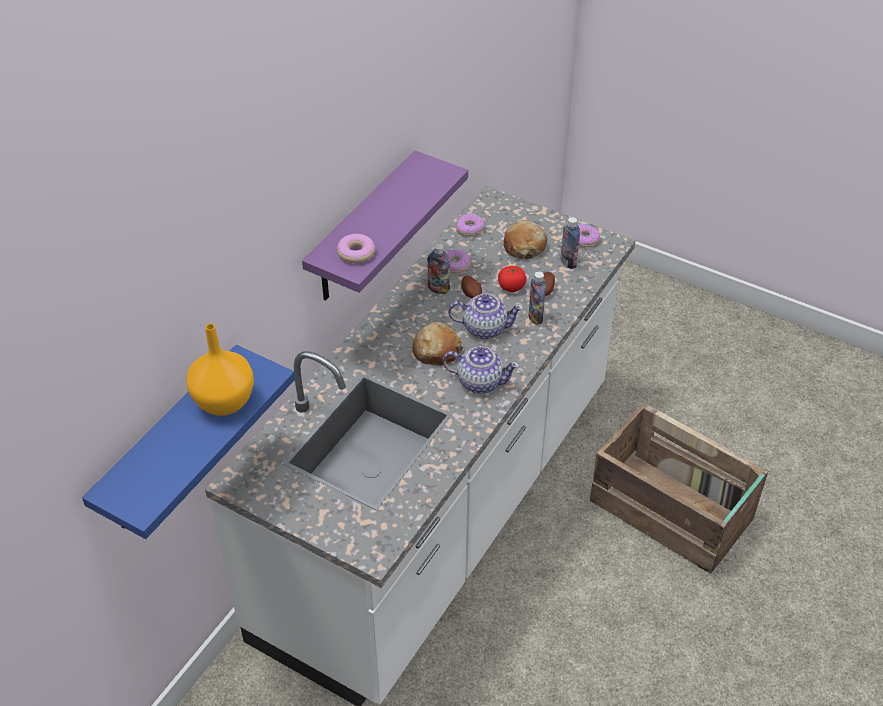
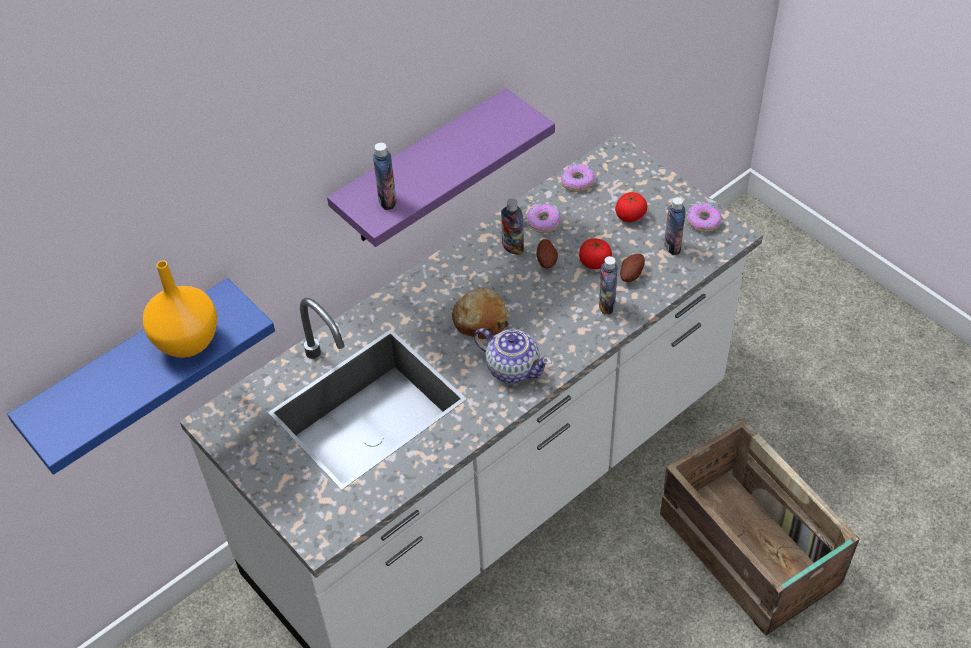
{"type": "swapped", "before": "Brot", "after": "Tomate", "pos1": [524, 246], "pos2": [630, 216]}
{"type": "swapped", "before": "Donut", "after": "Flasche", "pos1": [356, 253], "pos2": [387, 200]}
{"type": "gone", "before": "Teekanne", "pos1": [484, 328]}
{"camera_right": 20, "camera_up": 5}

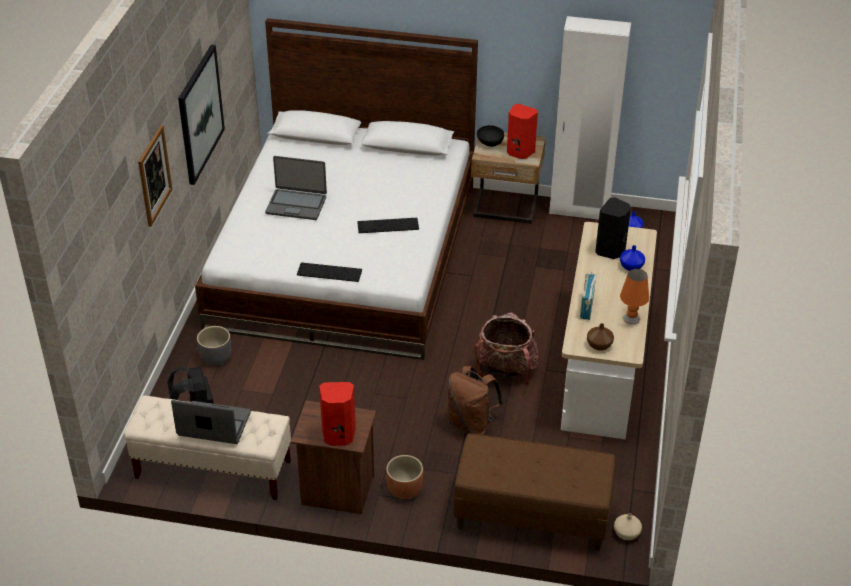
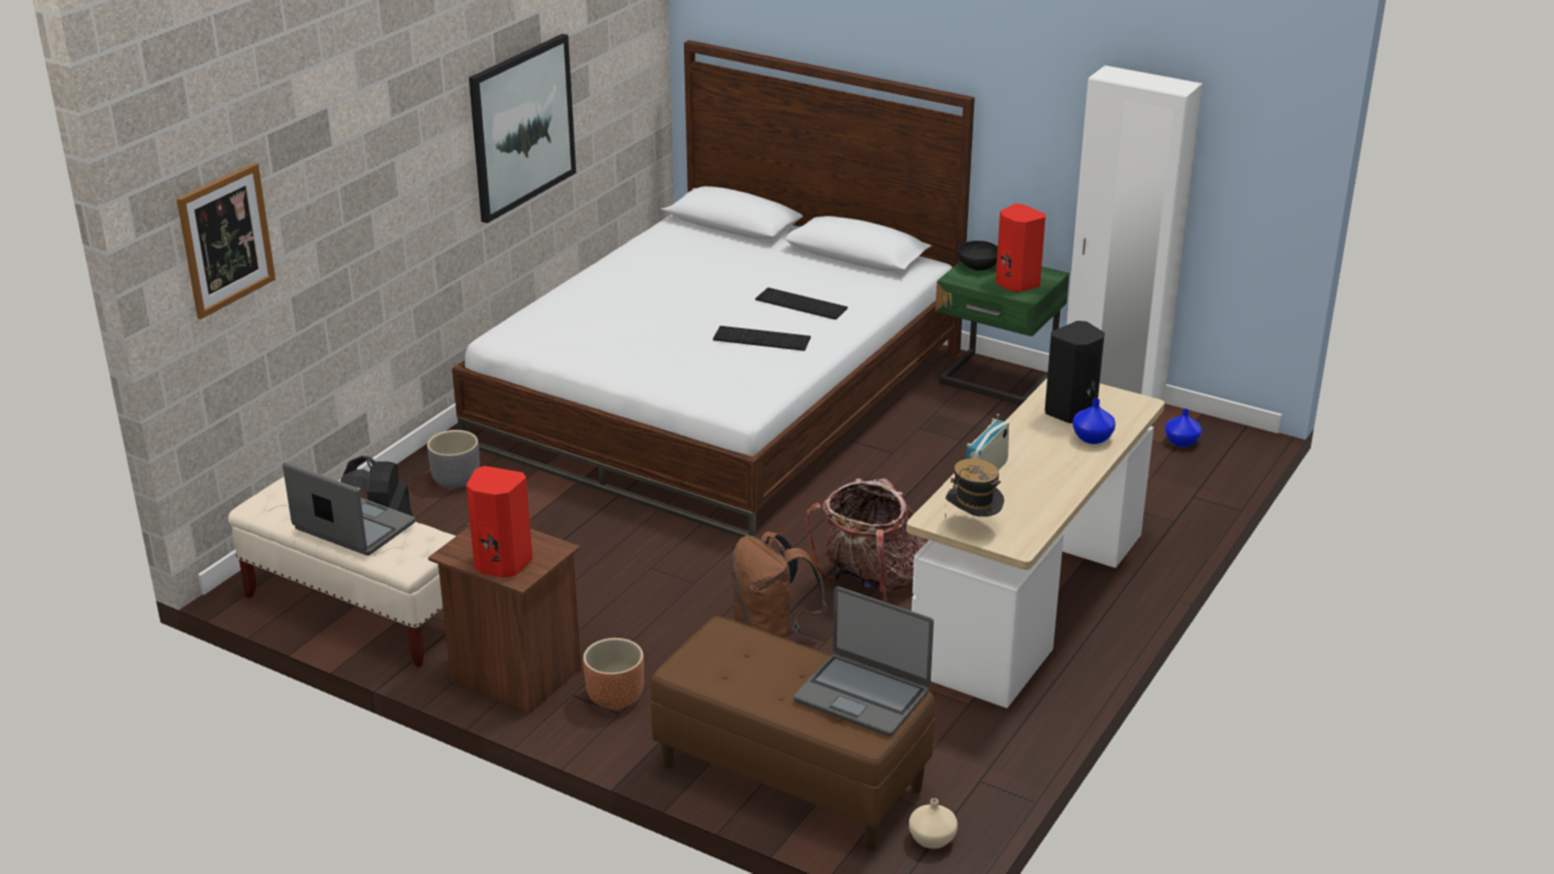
{"type": "shifted", "before": "Bild", "pos1": [154, 175], "pos2": [226, 240]}
{"type": "repainted", "before": "Nachttisch (beige)", "after": "Nachttisch (grün)", "pos1": [505, 208], "pos2": [996, 382]}
{"type": "shifted", "before": "Laptop", "pos1": [296, 205], "pos2": [862, 695]}
{"type": "shifted", "before": "Tastatur", "pos1": [330, 272], "pos2": [803, 303]}
{"type": "gone", "before": "Tischlampe (orange)", "pos1": [631, 318]}
{"type": "swapped", "before": "Vase (braun)", "after": "Hut", "pos1": [599, 345], "pos2": [972, 525]}
{"camera_right": 20, "camera_up": -10}

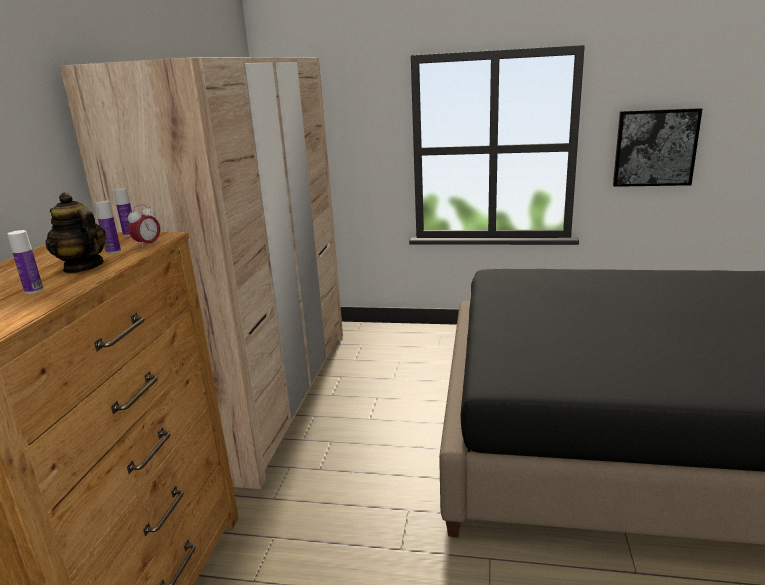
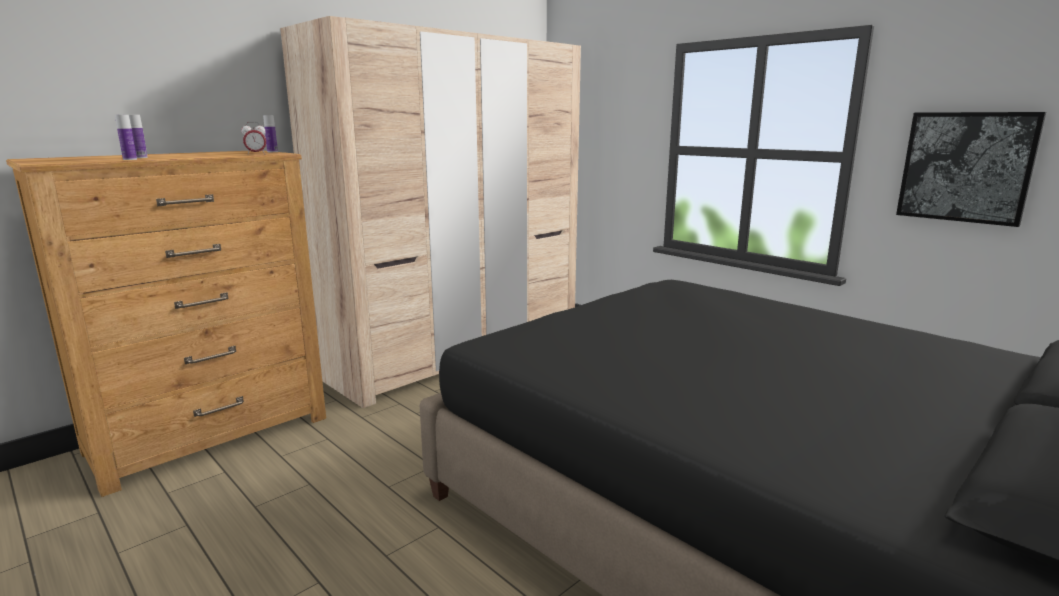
{"type": "gone", "before": "Teekanne", "pos1": [83, 267]}
{"type": "shifted", "before": "Flasche", "pos1": [113, 251], "pos2": [130, 159]}
{"camera_right": 35, "camera_up": -5}

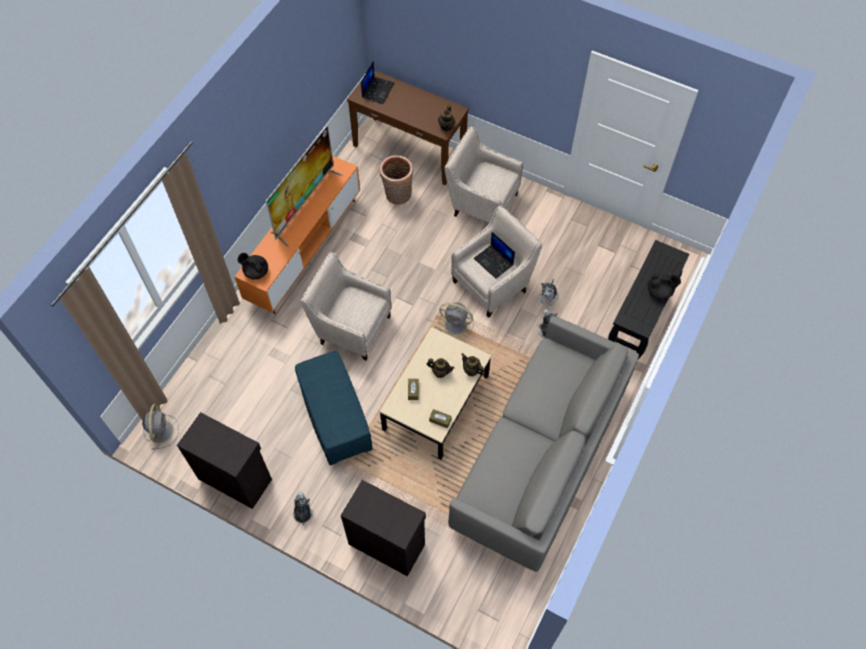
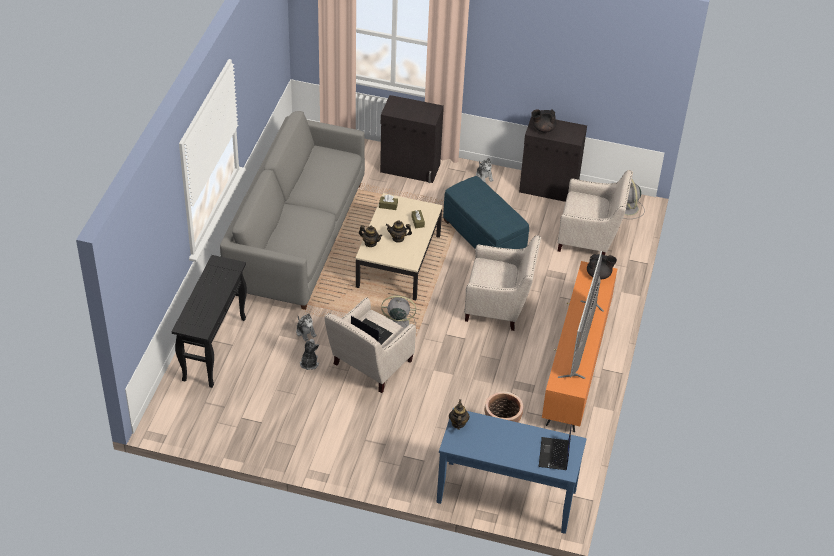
{"type": "repainted", "before": "Konsolentisch (braun)", "after": "Konsolentisch (blau)", "pos1": [409, 150], "pos2": [506, 497]}
{"type": "shifted", "before": "Sessel (beige)", "pos1": [481, 202], "pos2": [590, 239]}
{"type": "shifted", "before": "Teekanne (schwarz)", "pos1": [660, 292], "pos2": [543, 128]}
{"camera_right": 165, "camera_up": -15}

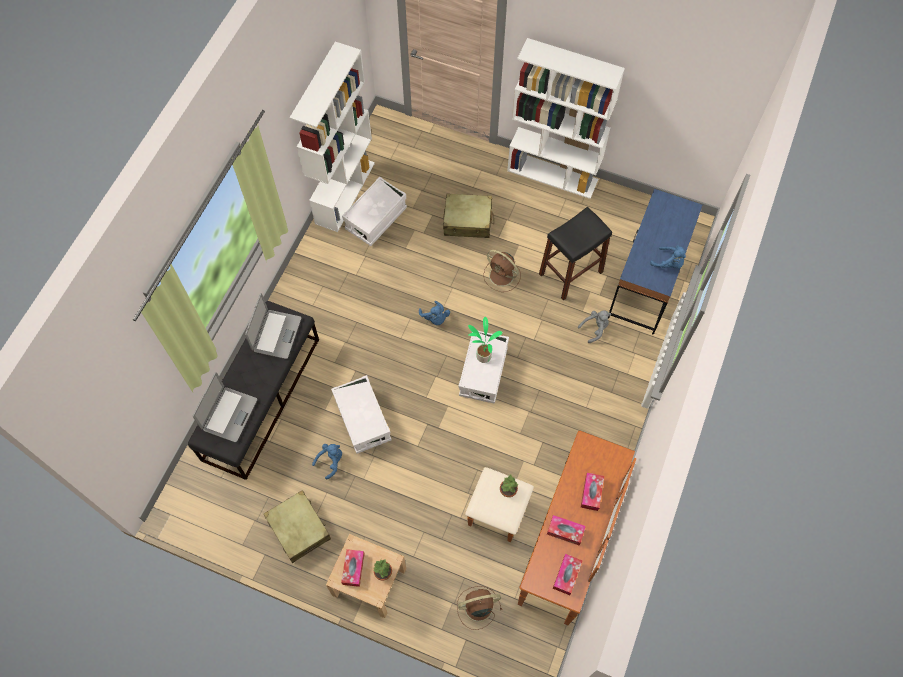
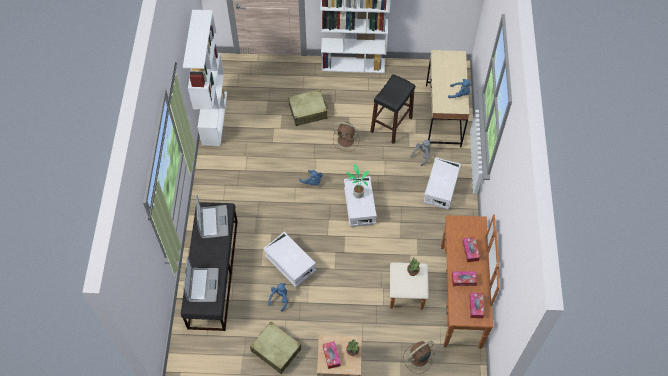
{"type": "shifted", "before": "Aufbewahrungsbox (weiß)", "pos1": [376, 219], "pos2": [440, 188]}
{"type": "repainted", "before": "Schreibtisch (blau)", "after": "Schreibtisch (beige)", "pos1": [646, 282], "pos2": [443, 115]}
{"camera_right": -20, "camera_up": -5}

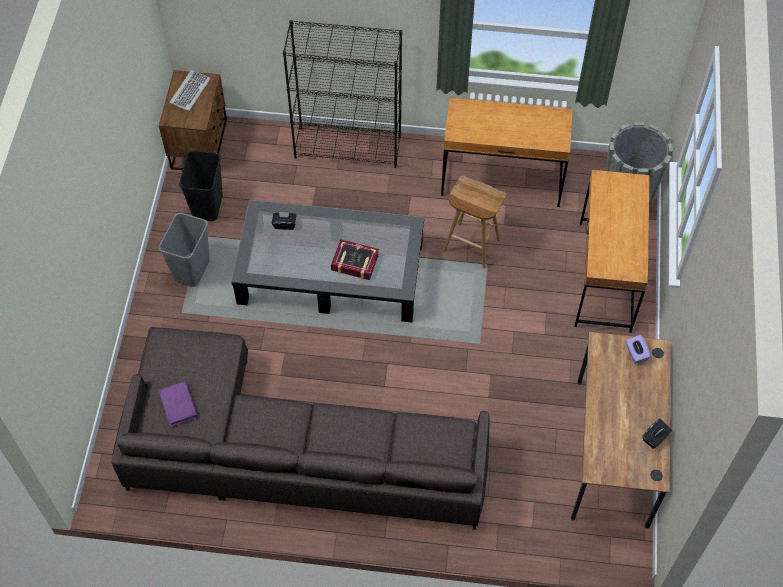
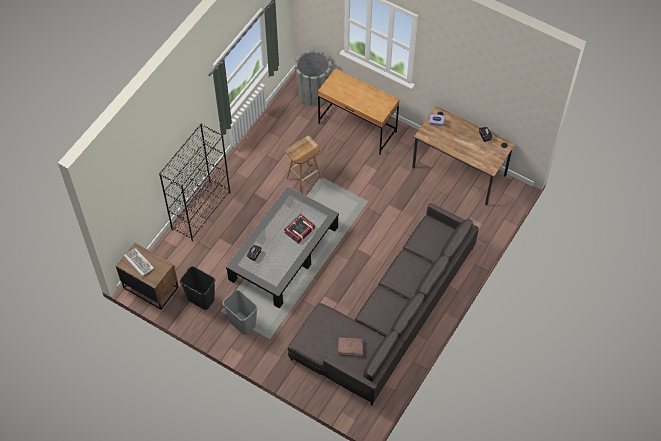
{"type": "gone", "before": "Schreibtisch (braun)", "pos1": [502, 180]}
{"type": "repainted", "before": "Buch (lila)", "after": "Buch (braun)", "pos1": [178, 405], "pos2": [350, 347]}
{"camera_right": -65, "camera_up": 0}

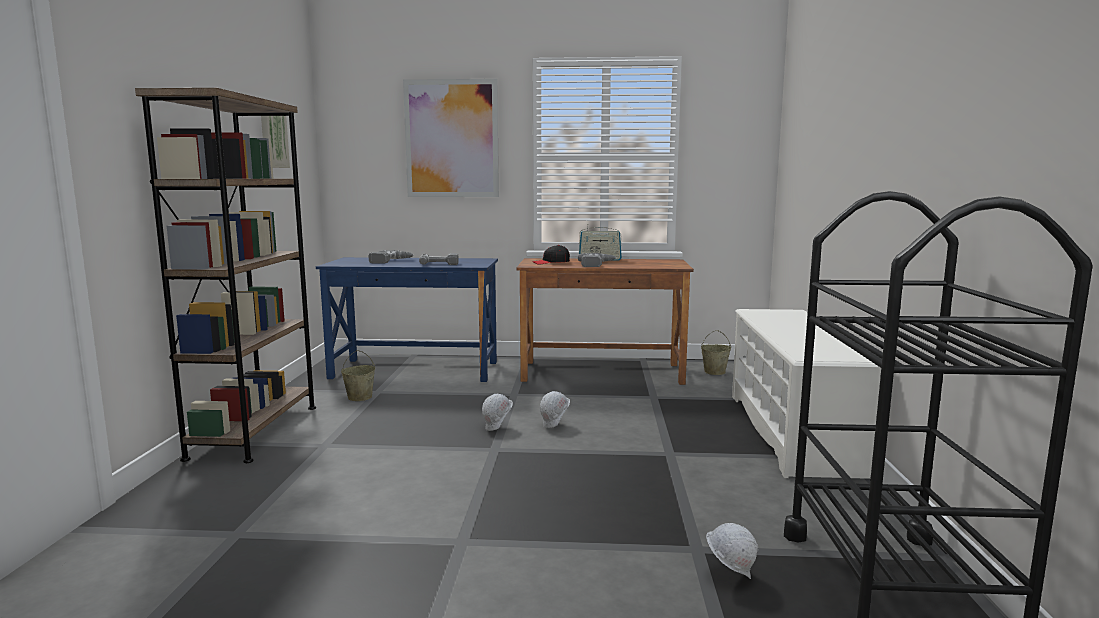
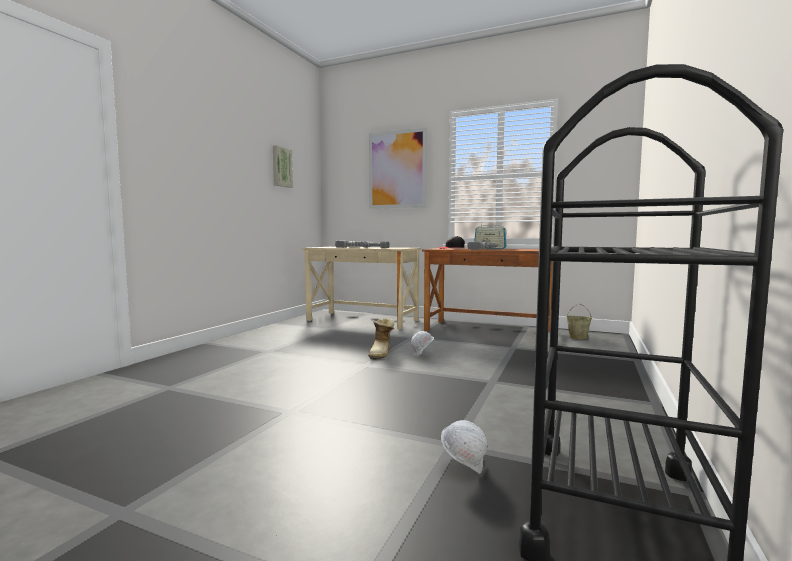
{"type": "gone", "before": "Bücherregal (braun)", "pos1": [255, 431]}
{"type": "repainted", "before": "Schreibtisch (blau)", "after": "Schreibtisch (beige)", "pos1": [415, 370], "pos2": [362, 320]}
{"type": "gone", "before": "Schuhregal (weiß)", "pos1": [791, 432]}
{"type": "gone", "before": "Eimer (beige)", "pos1": [360, 397]}
{"type": "swapped", "before": "Schutzhelm (weiß)", "after": "Stiefel", "pos1": [498, 428], "pos2": [381, 353]}
{"camera_right": 20, "camera_up": -5}

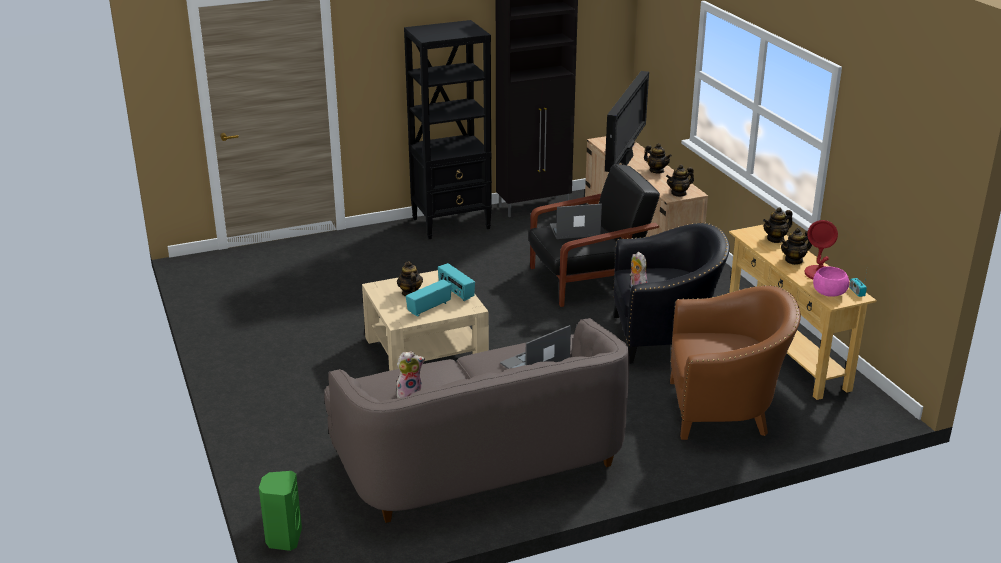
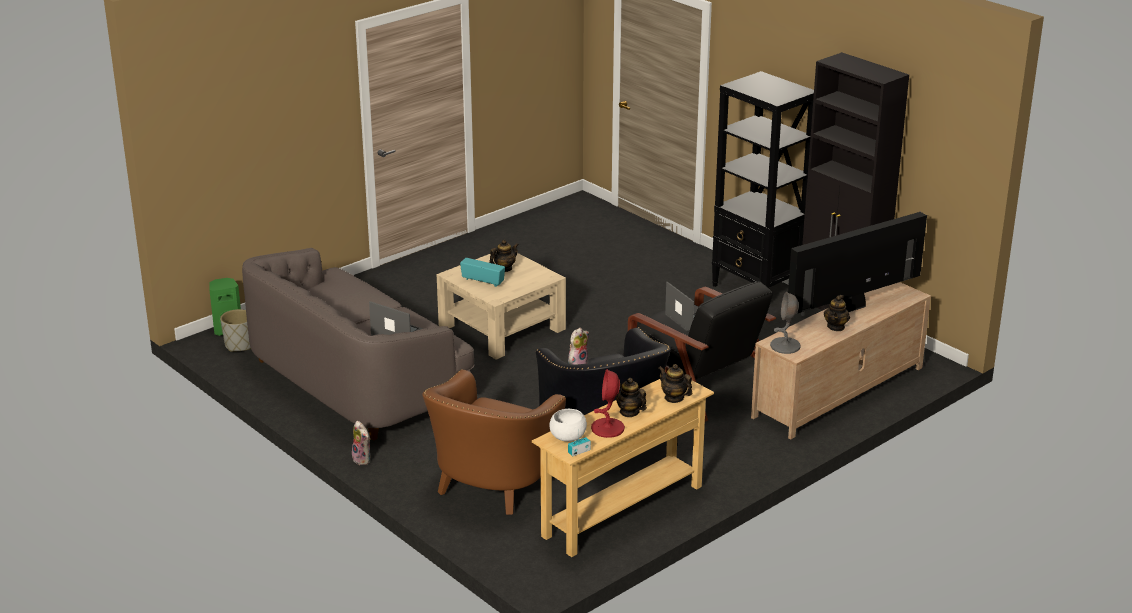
{"type": "rotated", "before": "Fernseher", "pos1": [626, 159], "pos2": [852, 306], "turn": 150}
{"type": "swapped", "before": "Teekanne", "after": "Tischlampe (grau)", "pos1": [679, 193], "pos2": [785, 346]}
{"type": "gone", "before": "Radio", "pos1": [456, 292]}
{"type": "repainted", "before": "Schüssel (rosa)", "after": "Schüssel (weiß)", "pos1": [828, 292], "pos2": [567, 436]}
{"type": "rotated", "before": "Sessel (braun)", "pos1": [724, 410], "pos2": [491, 486], "turn": 45}
{"type": "shifted", "before": "Plüschtier", "pos1": [409, 393], "pos2": [363, 459]}
{"type": "new", "after": "Pflanzkübel (grau)", "pos2": [239, 345]}
{"camera_right": 70, "camera_up": 0}

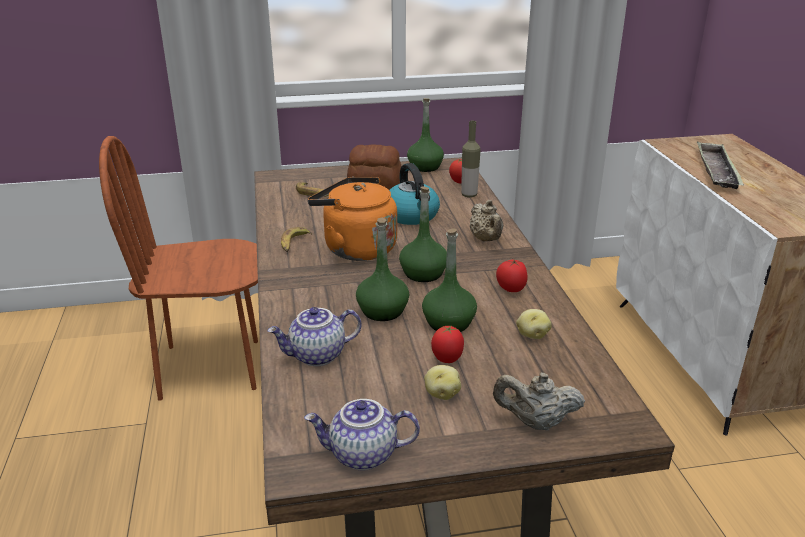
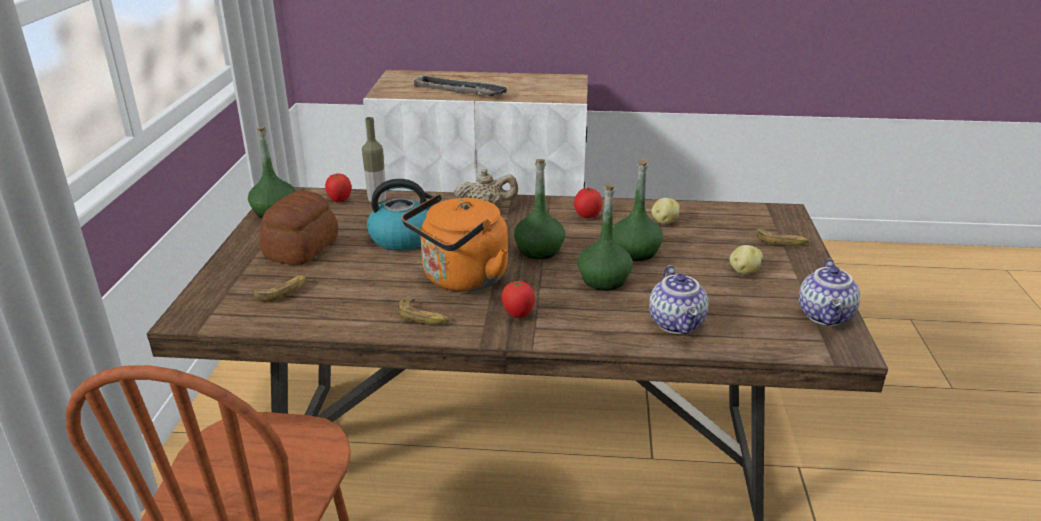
{"type": "shifted", "before": "Tomate", "pos1": [447, 359], "pos2": [518, 315]}
{"type": "swapped", "before": "Teekanne (beige)", "after": "Banane", "pos1": [535, 422], "pos2": [781, 241]}
{"camera_right": -75, "camera_up": 0}

